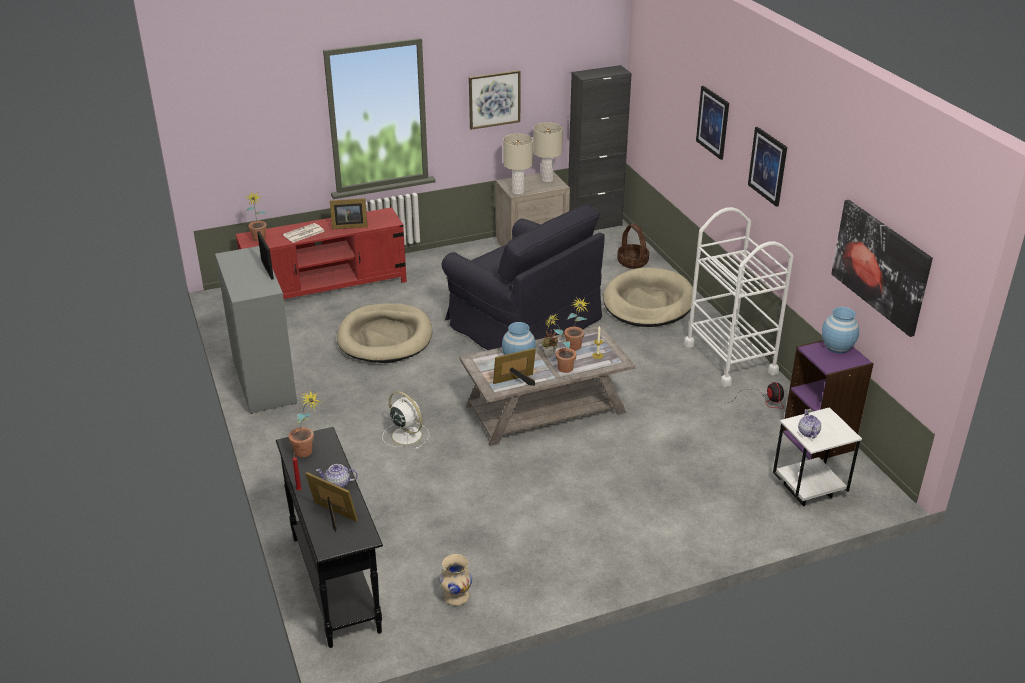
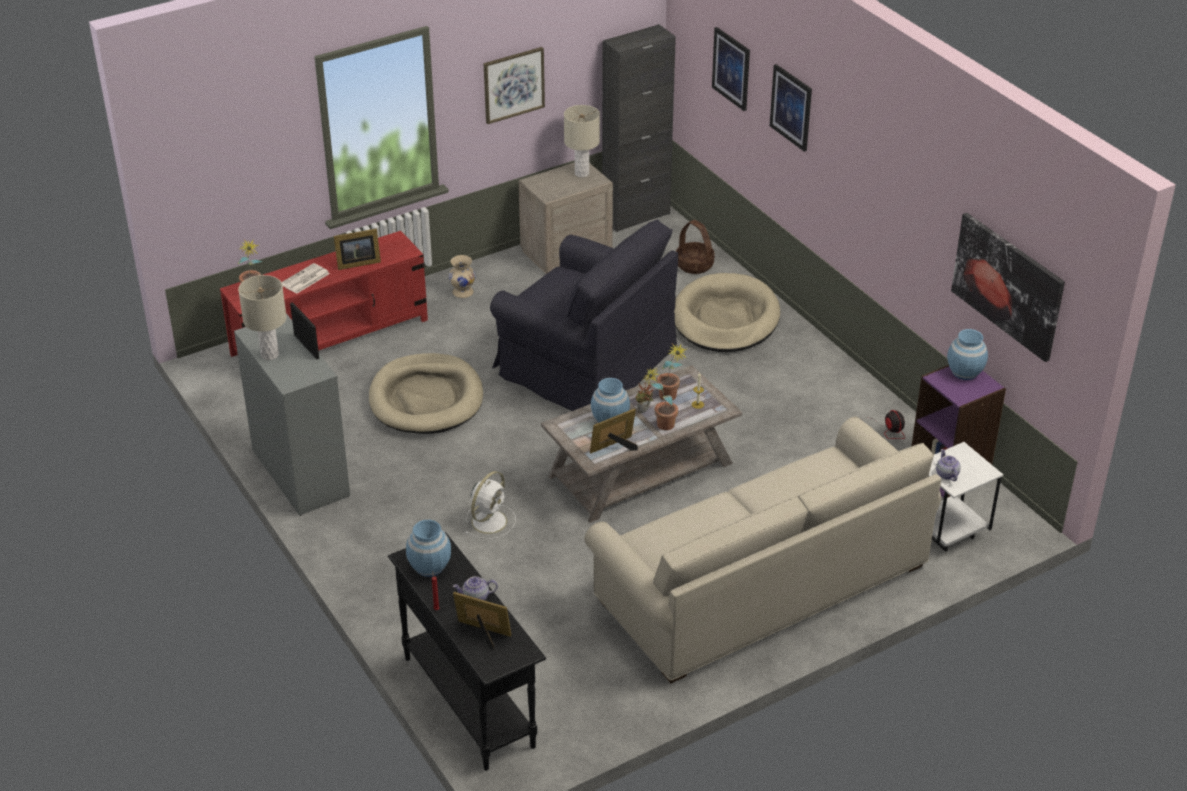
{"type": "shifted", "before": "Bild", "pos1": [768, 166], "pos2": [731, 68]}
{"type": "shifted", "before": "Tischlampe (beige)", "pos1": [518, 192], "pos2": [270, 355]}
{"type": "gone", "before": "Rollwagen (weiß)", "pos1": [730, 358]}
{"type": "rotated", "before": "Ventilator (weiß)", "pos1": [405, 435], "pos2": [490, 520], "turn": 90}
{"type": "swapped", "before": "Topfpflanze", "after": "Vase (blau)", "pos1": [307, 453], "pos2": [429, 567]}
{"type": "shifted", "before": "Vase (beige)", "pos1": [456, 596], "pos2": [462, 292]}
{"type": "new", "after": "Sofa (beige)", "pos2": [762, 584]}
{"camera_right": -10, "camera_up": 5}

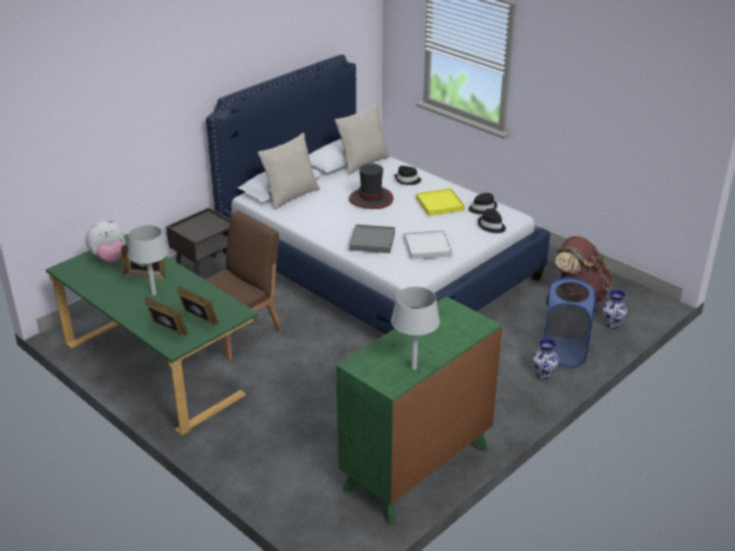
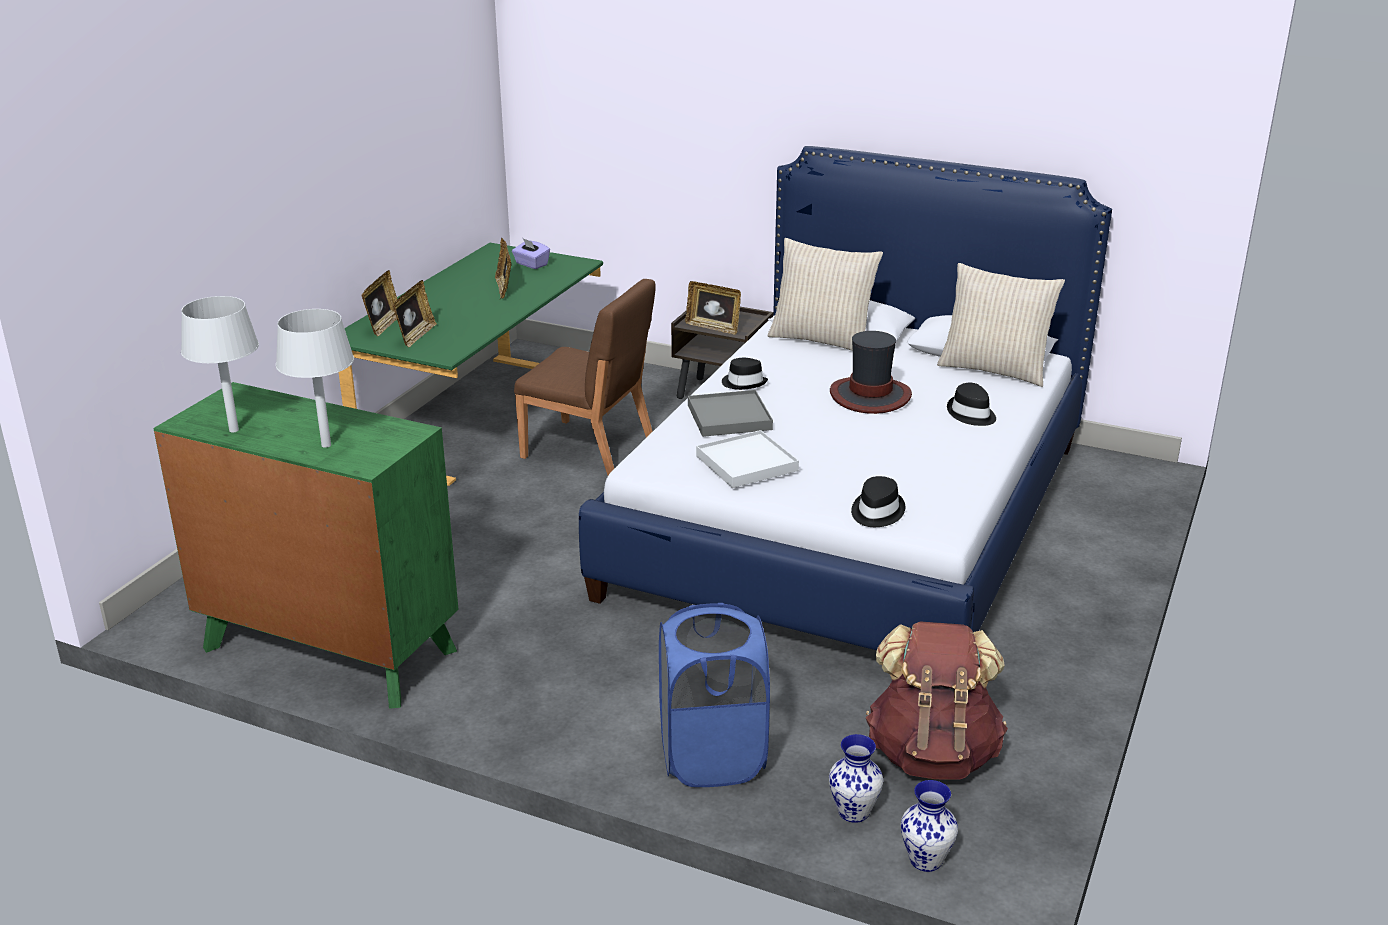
{"type": "gone", "before": "Tablett (gelb)", "pos1": [439, 204]}
{"type": "shifted", "before": "Hut (schwarz)", "pos1": [482, 208], "pos2": [744, 383]}
{"type": "swapped", "before": "Plüschtier", "after": "Taschentuchbox (lila)", "pos1": [109, 259], "pos2": [531, 264]}
{"type": "shifted", "before": "Tischlampe (grau)", "pos1": [154, 293], "pos2": [326, 445]}
{"type": "shifted", "before": "Vase", "pos1": [544, 375], "pos2": [925, 861]}
{"type": "new", "after": "Bilderrahmen", "pos2": [713, 327]}
{"camera_right": 70, "camera_up": -5}

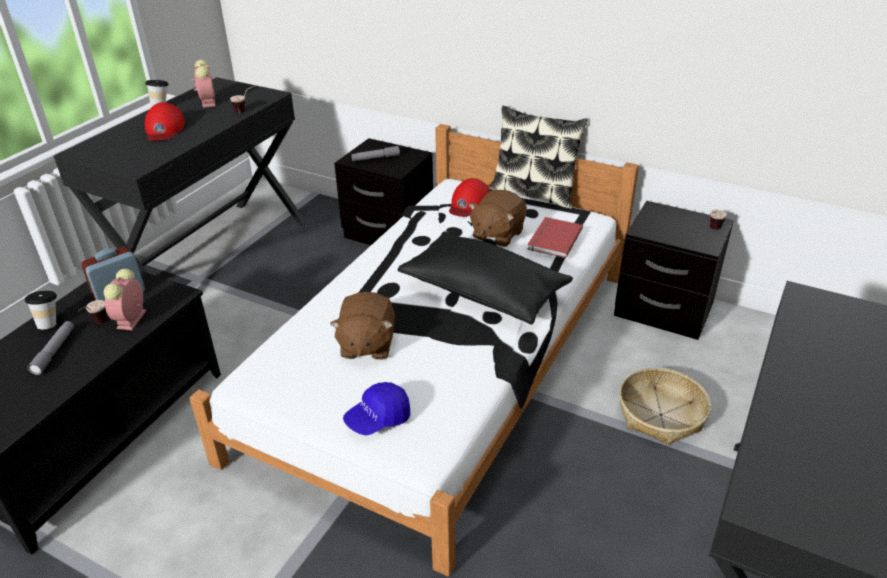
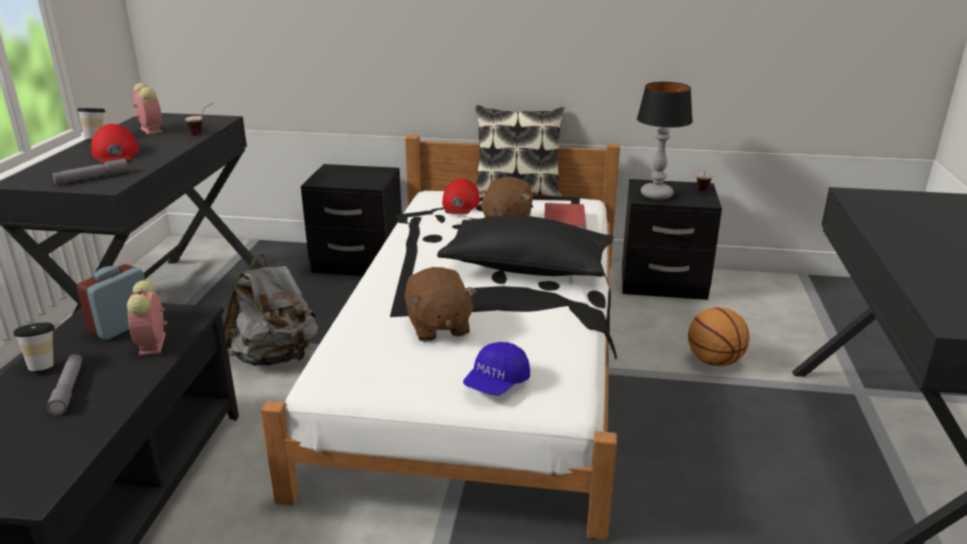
{"type": "shifted", "before": "Taschenlampe (grau)", "pos1": [375, 158], "pos2": [92, 178]}
{"type": "gone", "before": "Tasse", "pos1": [97, 324]}
{"type": "swapped", "before": "Korb", "after": "Basketball", "pos1": [661, 414], "pos2": [715, 361]}
{"type": "new", "after": "Tischlampe", "pos2": [656, 194]}
{"type": "new", "after": "Rucksack (grau)", "pos2": [275, 357]}
{"camera_right": -20, "camera_up": -10}

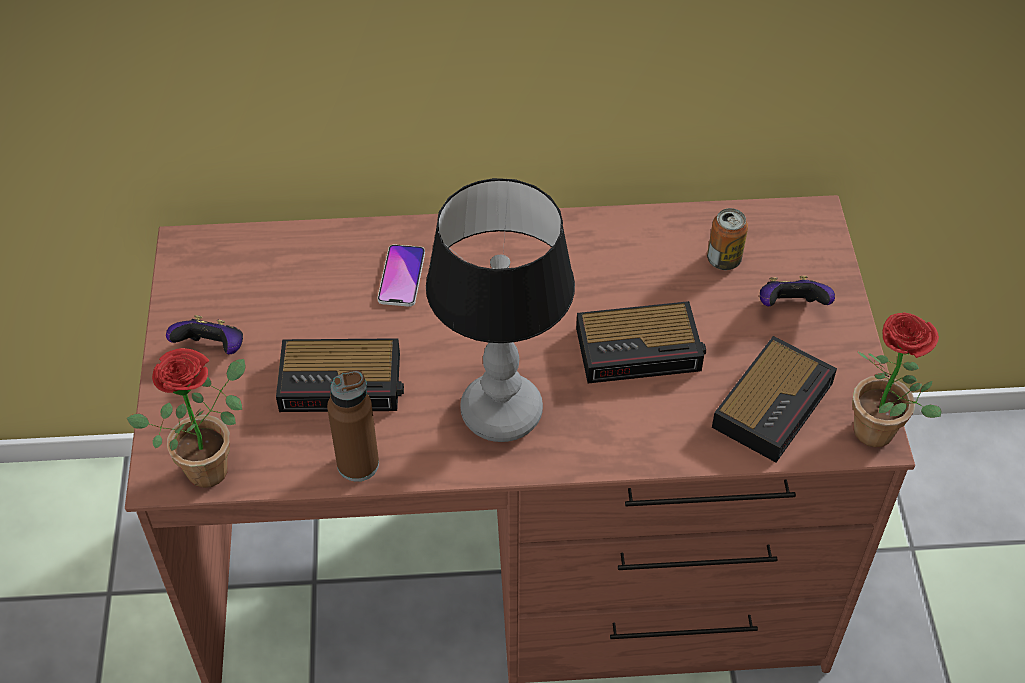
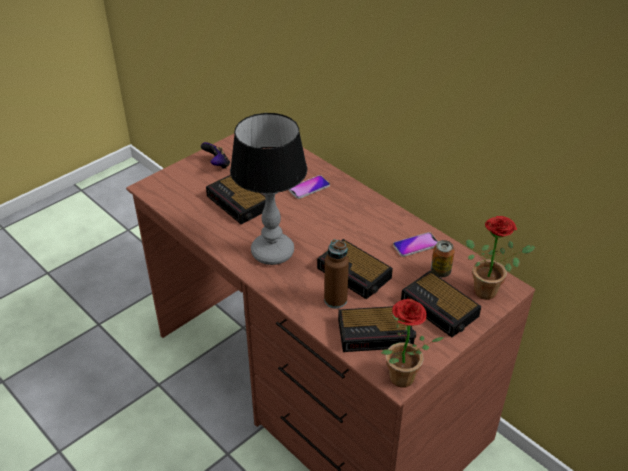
{"type": "swapped", "before": "Gamepad", "after": "Wecker", "pos1": [790, 308], "pos2": [441, 309]}
{"type": "shifted", "before": "Topfpflanze", "pos1": [212, 463], "pos2": [490, 290]}
{"type": "shifted", "before": "Flasche (braun)", "pos1": [358, 464], "pos2": [335, 300]}
{"type": "new", "after": "Handy", "pos2": [416, 245]}
{"camera_right": 50, "camera_up": -10}

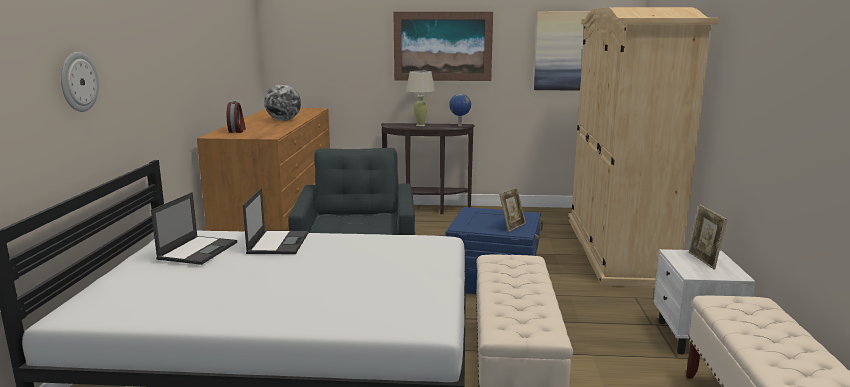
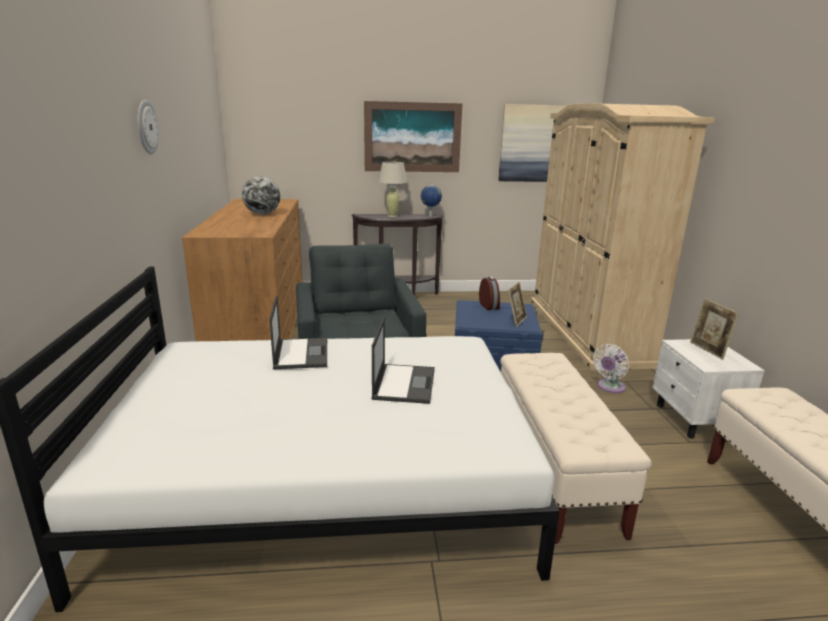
{"type": "shifted", "before": "Wanduhr", "pos1": [78, 82], "pos2": [146, 127]}
{"type": "shifted", "before": "Wecker", "pos1": [237, 131], "pos2": [489, 306]}
{"type": "shifted", "before": "Laptop", "pos1": [198, 250], "pos2": [404, 383]}
{"type": "new", "after": "Ventilator (weiß)", "pos2": [609, 387]}
{"camera_right": -10, "camera_up": 5}

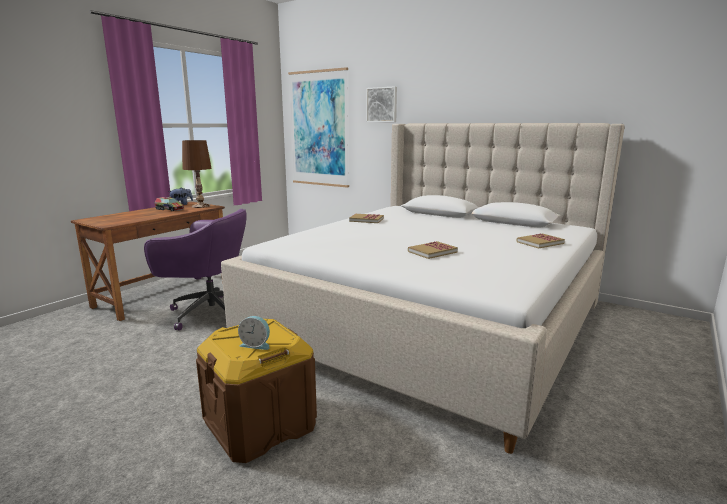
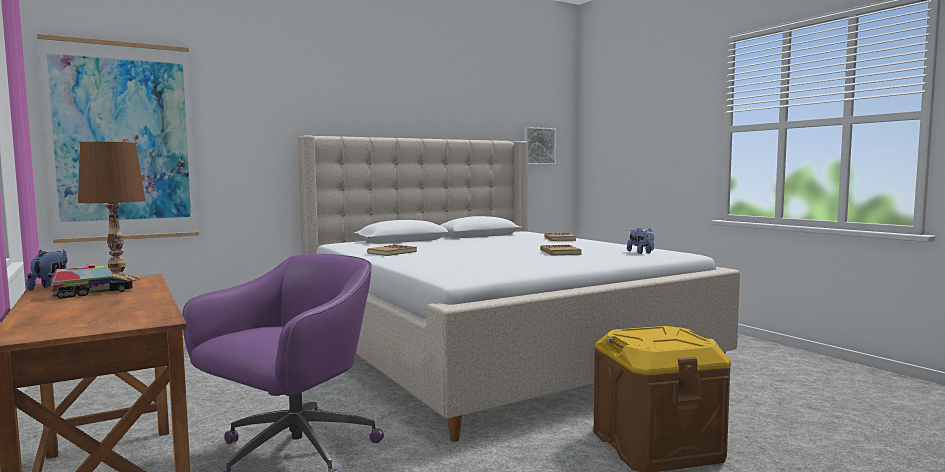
{"type": "shifted", "before": "Bild", "pos1": [382, 105], "pos2": [538, 146]}
{"type": "gone", "before": "Wecker", "pos1": [256, 344]}
{"type": "new", "after": "Plüschtier", "pos2": [641, 253]}
{"camera_right": -65, "camera_up": -10}

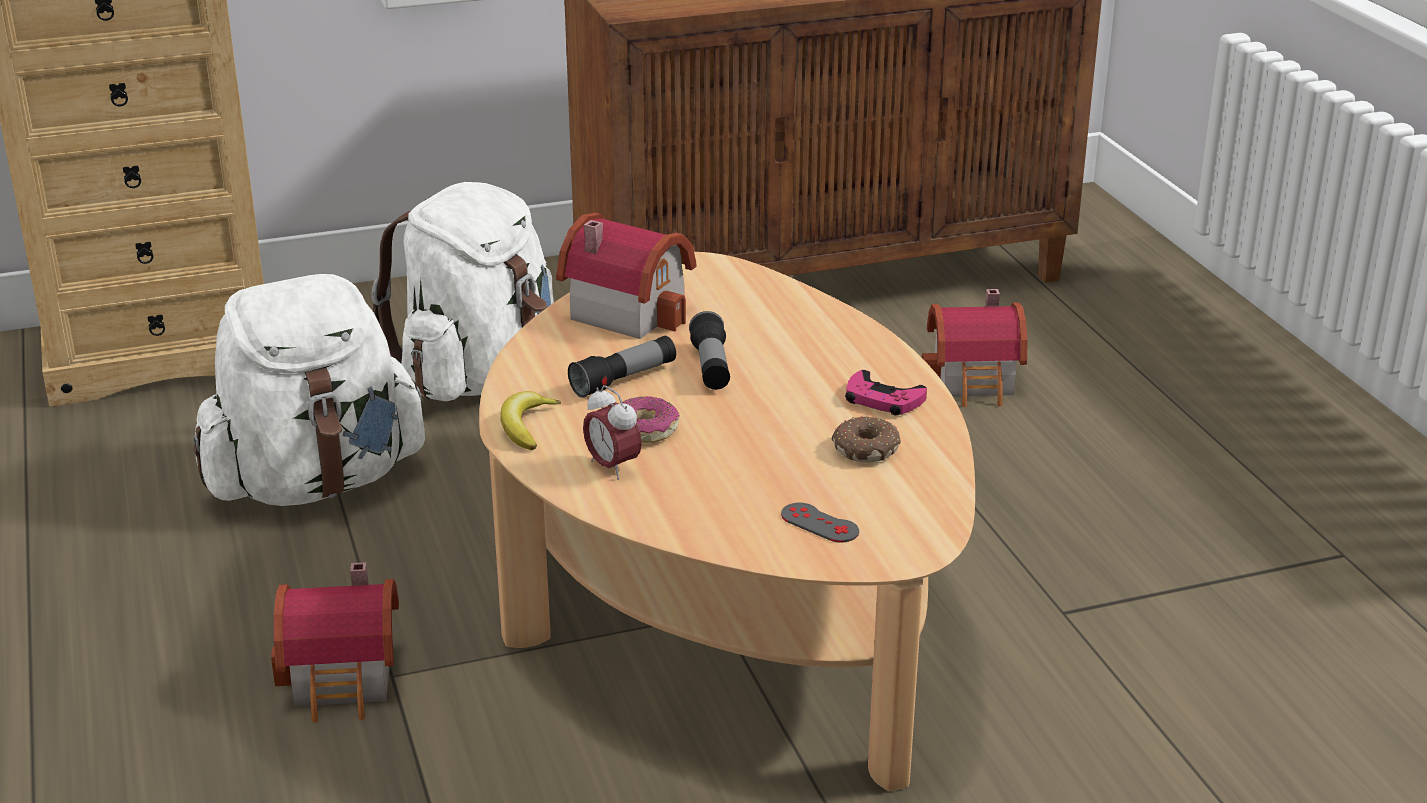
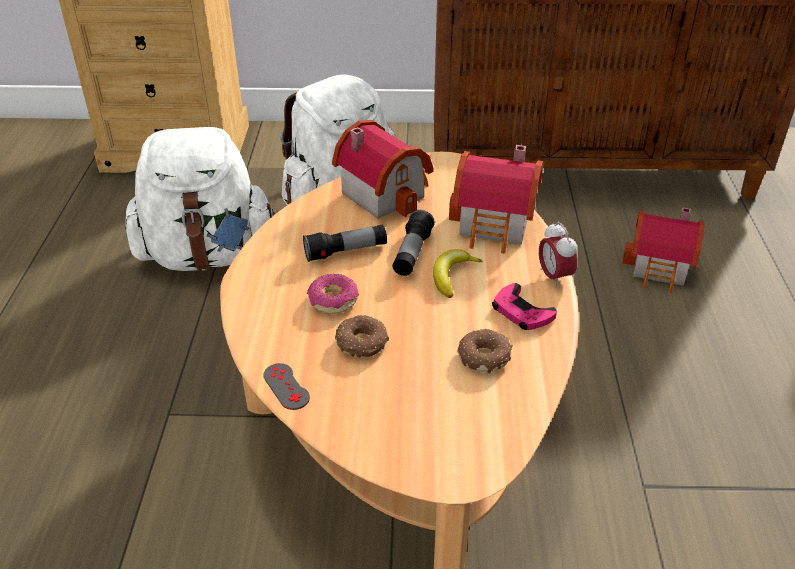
{"type": "shifted", "before": "Wecker", "pos1": [612, 467], "pos2": [554, 277]}
{"type": "shifted", "before": "Banane", "pos1": [526, 426], "pos2": [452, 276]}
{"type": "shifted", "before": "Gamepad (grau)", "pos1": [819, 523], "pos2": [286, 386]}
{"type": "shifted", "before": "Spielzeughaus", "pos1": [346, 680], "pos2": [496, 225]}
{"type": "new", "after": "Donut", "pos2": [362, 343]}
{"camera_right": 20, "camera_up": 10}

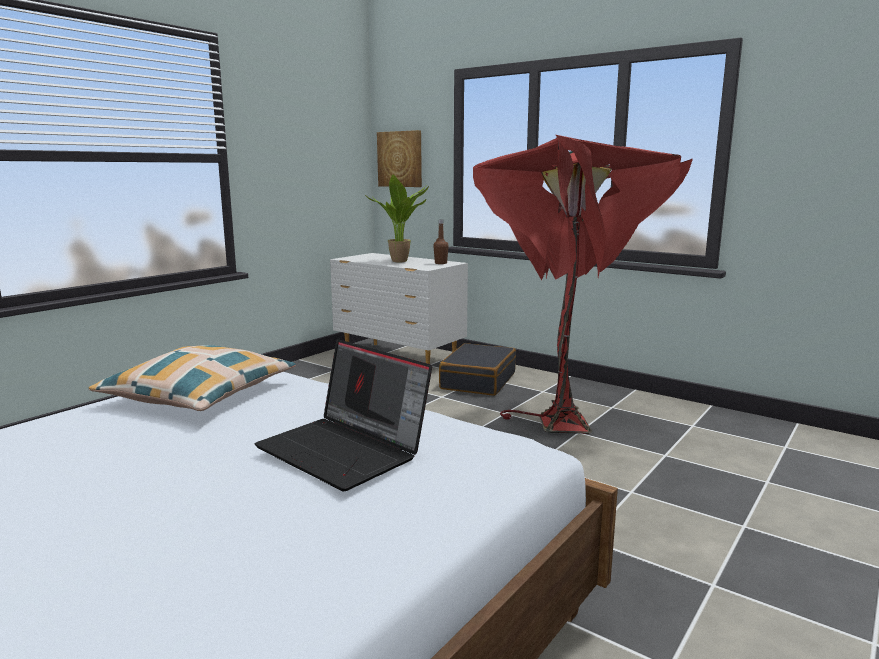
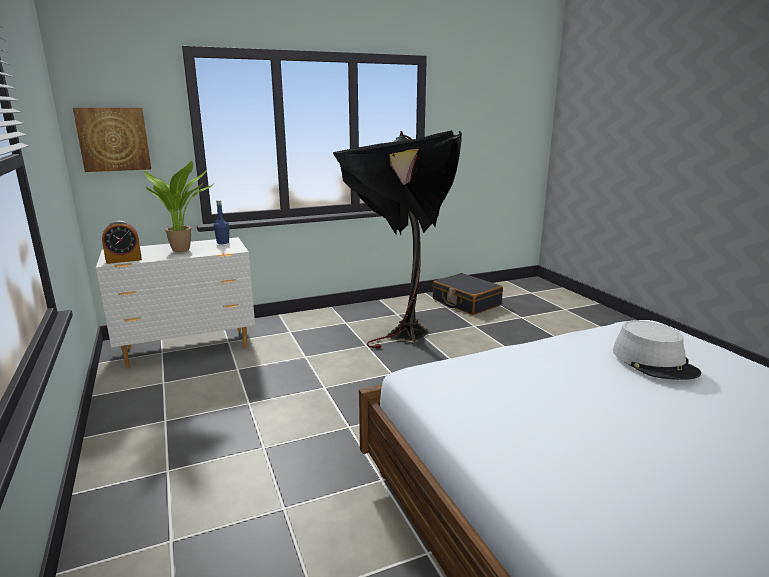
{"type": "repainted", "before": "Stehlampe (rot)", "after": "Stehlampe (schwarz)", "pos1": [563, 419], "pos2": [398, 332]}
{"type": "repainted", "before": "Flasche (braun)", "after": "Flasche (blau)", "pos1": [441, 263], "pos2": [223, 243]}
{"type": "swapped", "before": "Laptop", "after": "Hut (grau)", "pos1": [346, 450], "pos2": [654, 362]}
{"type": "shifted", "before": "Koffer (schwarz)", "pos1": [477, 381], "pos2": [466, 302]}
{"type": "gone", "before": "Kissen", "pos1": [199, 394]}
{"type": "new", "after": "Wecker", "pos2": [124, 260]}
{"camera_right": -60, "camera_up": 5}

